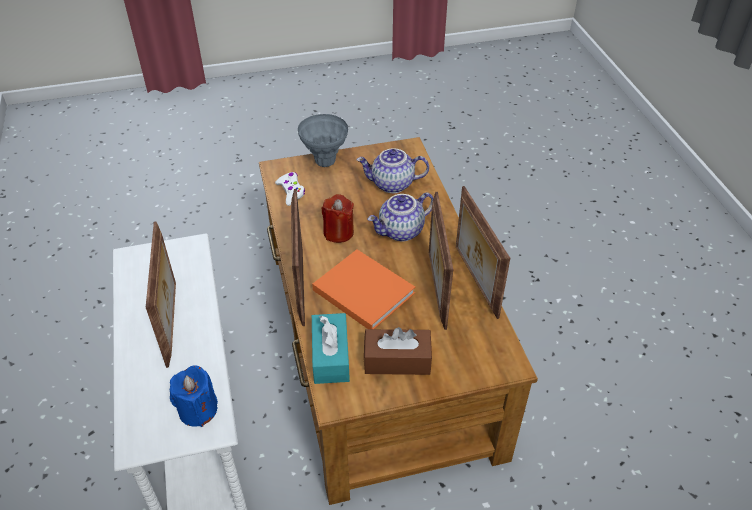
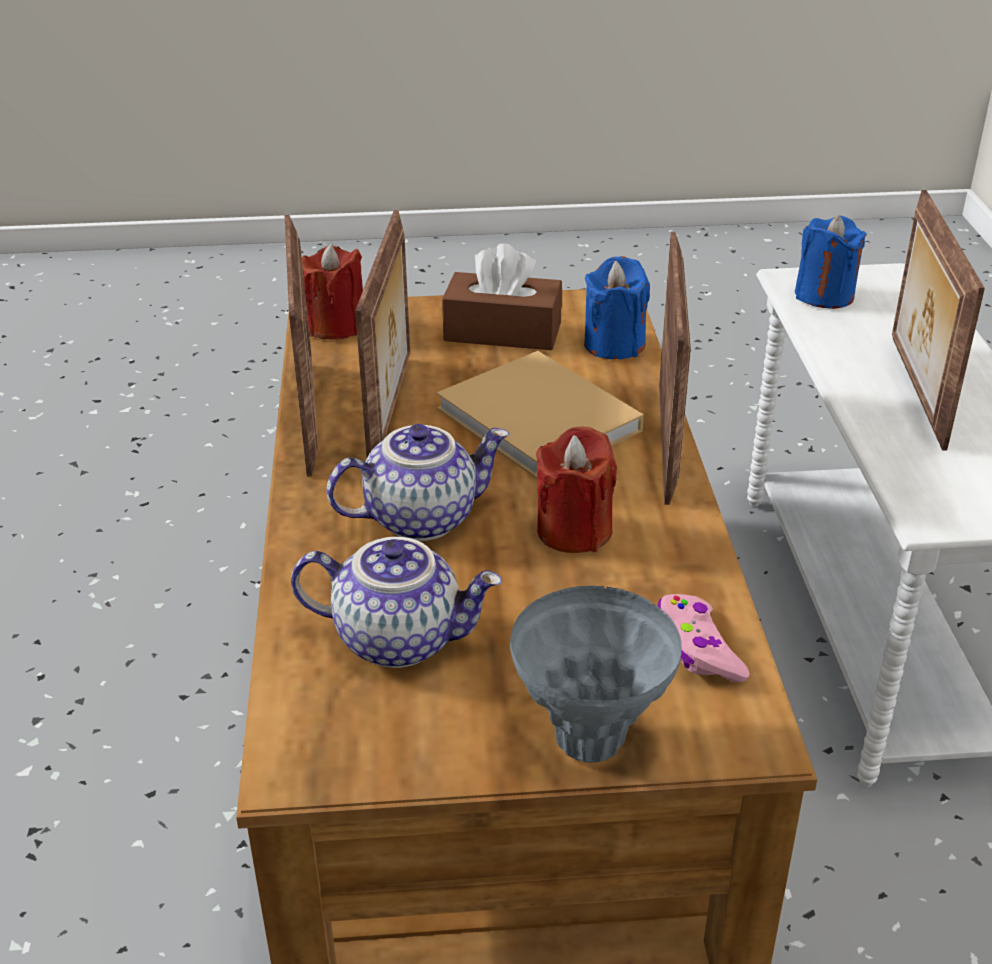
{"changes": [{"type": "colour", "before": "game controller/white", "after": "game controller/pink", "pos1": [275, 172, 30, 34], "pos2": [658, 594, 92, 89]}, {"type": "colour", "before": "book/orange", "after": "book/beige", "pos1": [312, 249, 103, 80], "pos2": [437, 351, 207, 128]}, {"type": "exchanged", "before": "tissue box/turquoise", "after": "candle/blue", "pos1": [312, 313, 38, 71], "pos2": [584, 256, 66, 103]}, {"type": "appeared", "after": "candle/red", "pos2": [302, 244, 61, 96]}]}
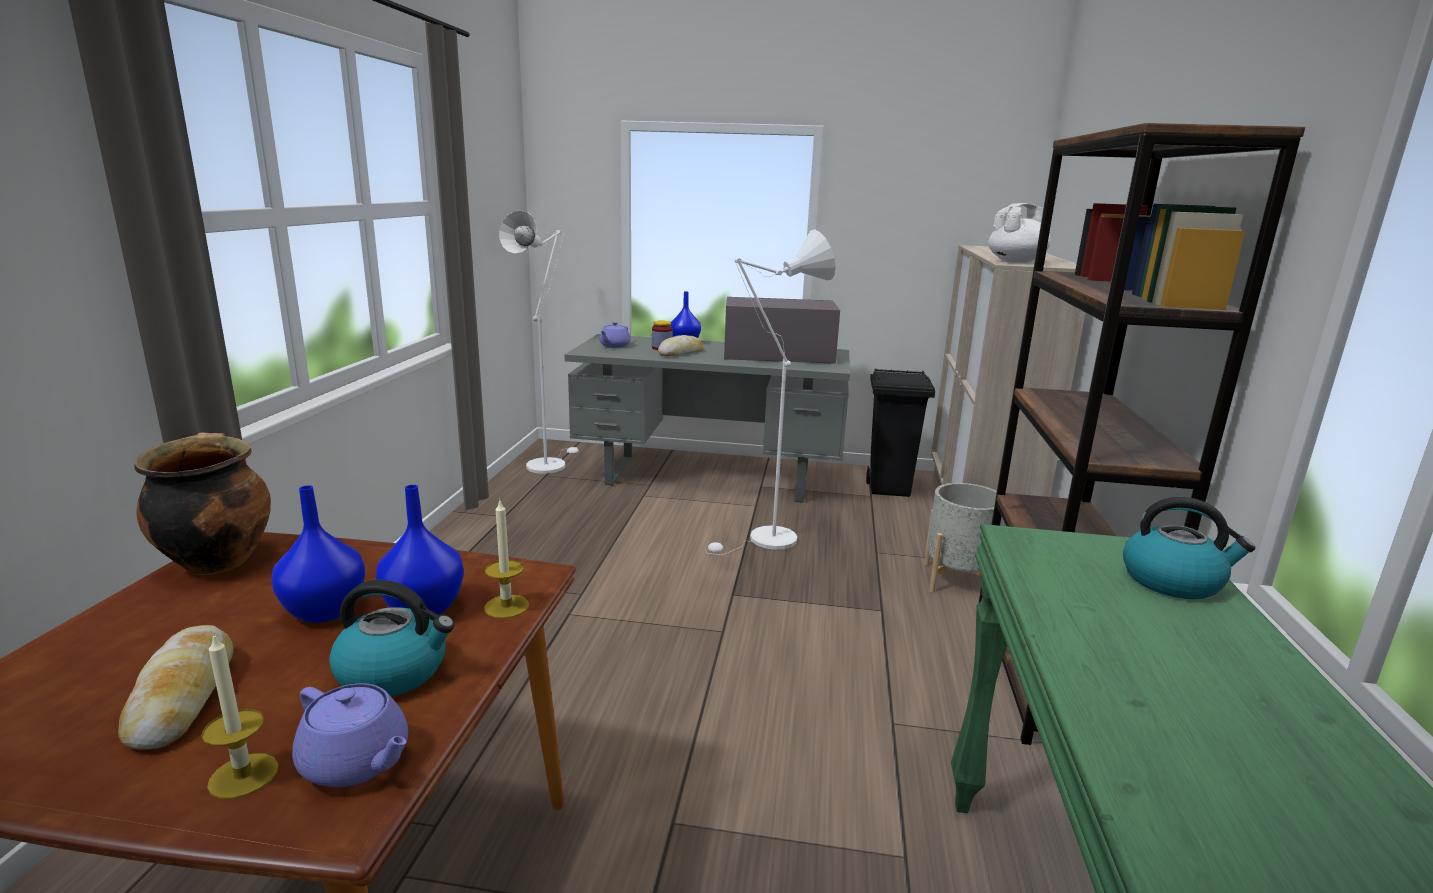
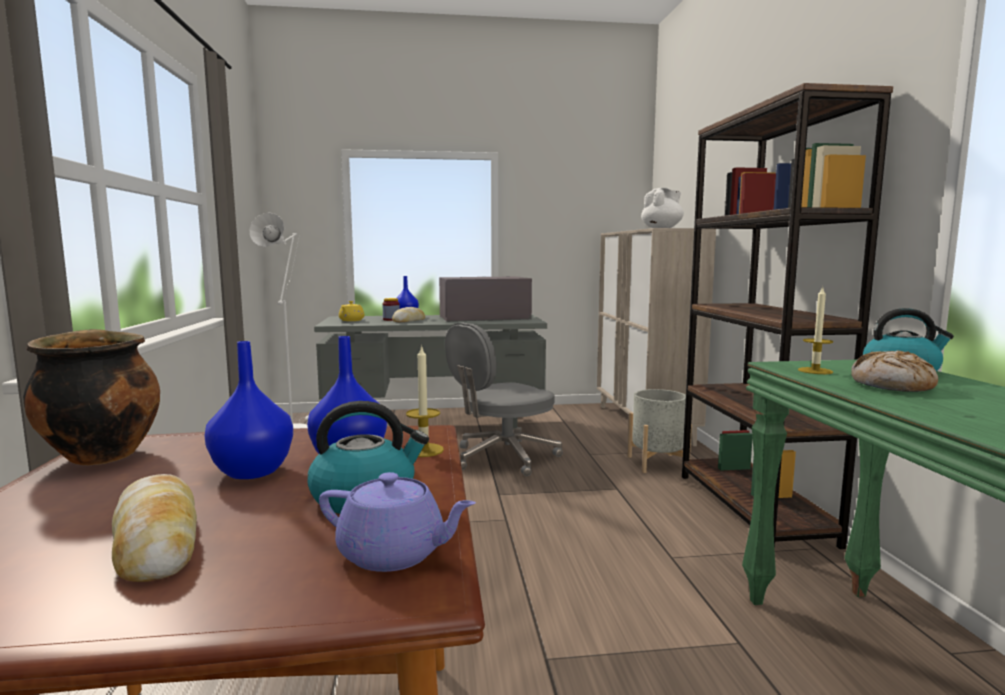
{"changes": [{"type": "exchanged", "before": "floor lamp/white", "after": "office chair/grey", "pos1": [705, 229, 131, 326], "pos2": [445, 322, 118, 154]}, {"type": "colour", "before": "teapot/purple", "after": "teapot/yellow", "pos1": [600, 322, 31, 26], "pos2": [339, 301, 26, 20]}, {"type": "missing", "before": "trash can/black", "pos1": [866, 368, 69, 129]}, {"type": "relocated", "before": "candle", "pos1": [201, 633, 77, 166], "pos2": [798, 286, 35, 88]}, {"type": "appeared", "after": "bread", "pos2": [851, 350, 87, 42]}]}
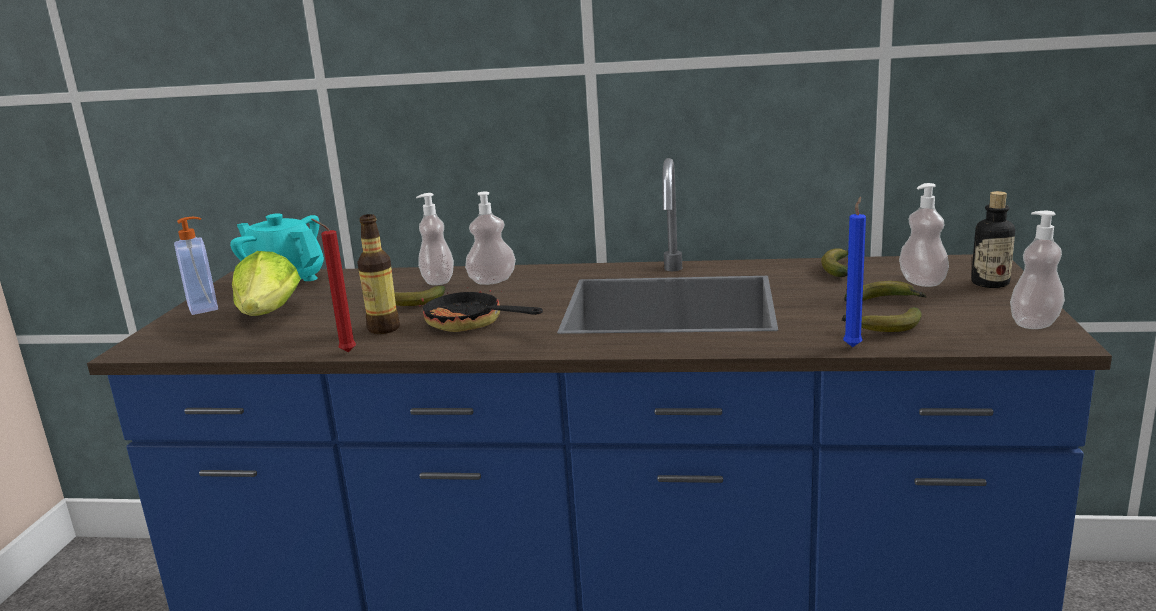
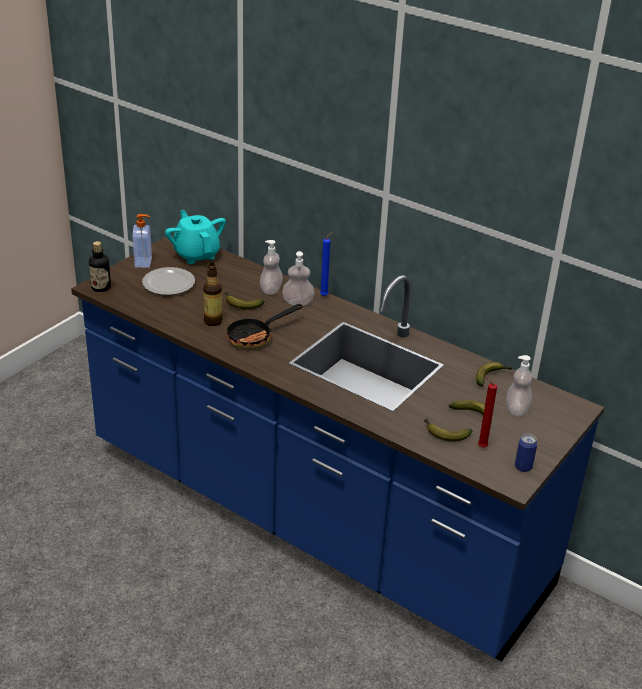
{"changes": [{"type": "relocated", "before": "bottle", "pos1": [971, 191, 44, 97], "pos2": [89, 241, 22, 51]}, {"type": "relocated", "before": "candle/blue", "pos1": [843, 197, 23, 150], "pos2": [320, 232, 13, 64]}, {"type": "exchanged", "before": "soap dispenser", "after": "can", "pos1": [1010, 211, 55, 118], "pos2": [515, 434, 23, 38]}, {"type": "relocated", "before": "candle/red", "pos1": [311, 219, 45, 133], "pos2": [478, 376, 19, 71]}, {"type": "exchanged", "before": "lettuce", "after": "plate", "pos1": [232, 251, 69, 65], "pos2": [142, 267, 53, 28]}, {"type": "spun", "before": "frying pan", "pos1": [419, 287, 124, 45], "pos2": [227, 304, 76, 45], "turn": -105}]}
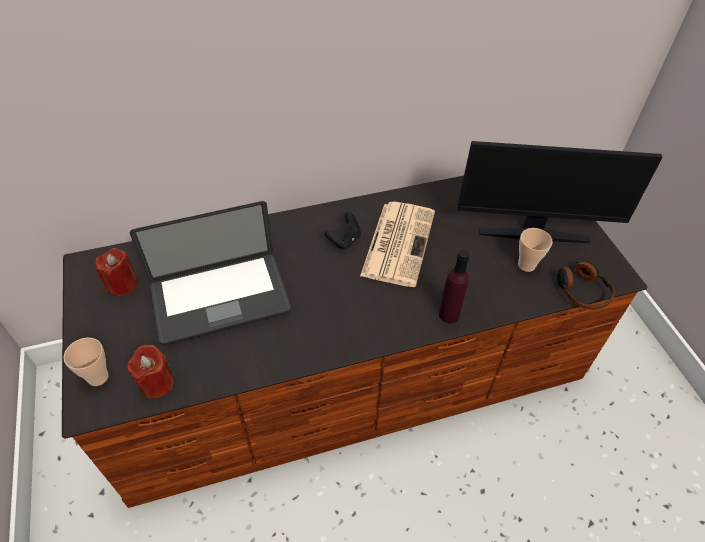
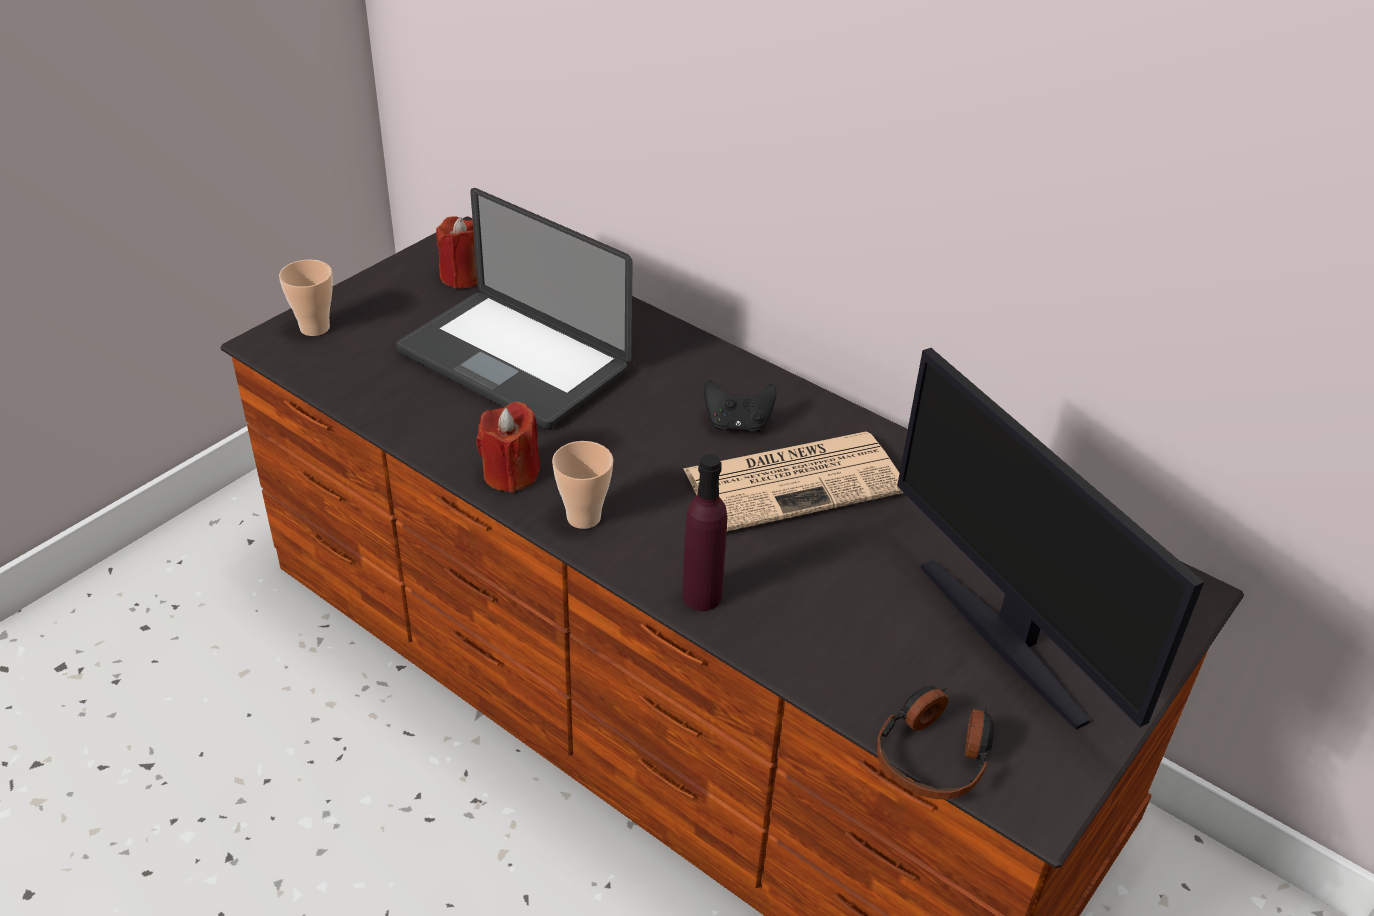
{"changes": [{"type": "relocated", "before": "cup", "pos1": [518, 228, 35, 44], "pos2": [552, 441, 61, 88]}, {"type": "relocated", "before": "candle/red", "pos1": [127, 345, 47, 53], "pos2": [476, 402, 64, 91]}]}
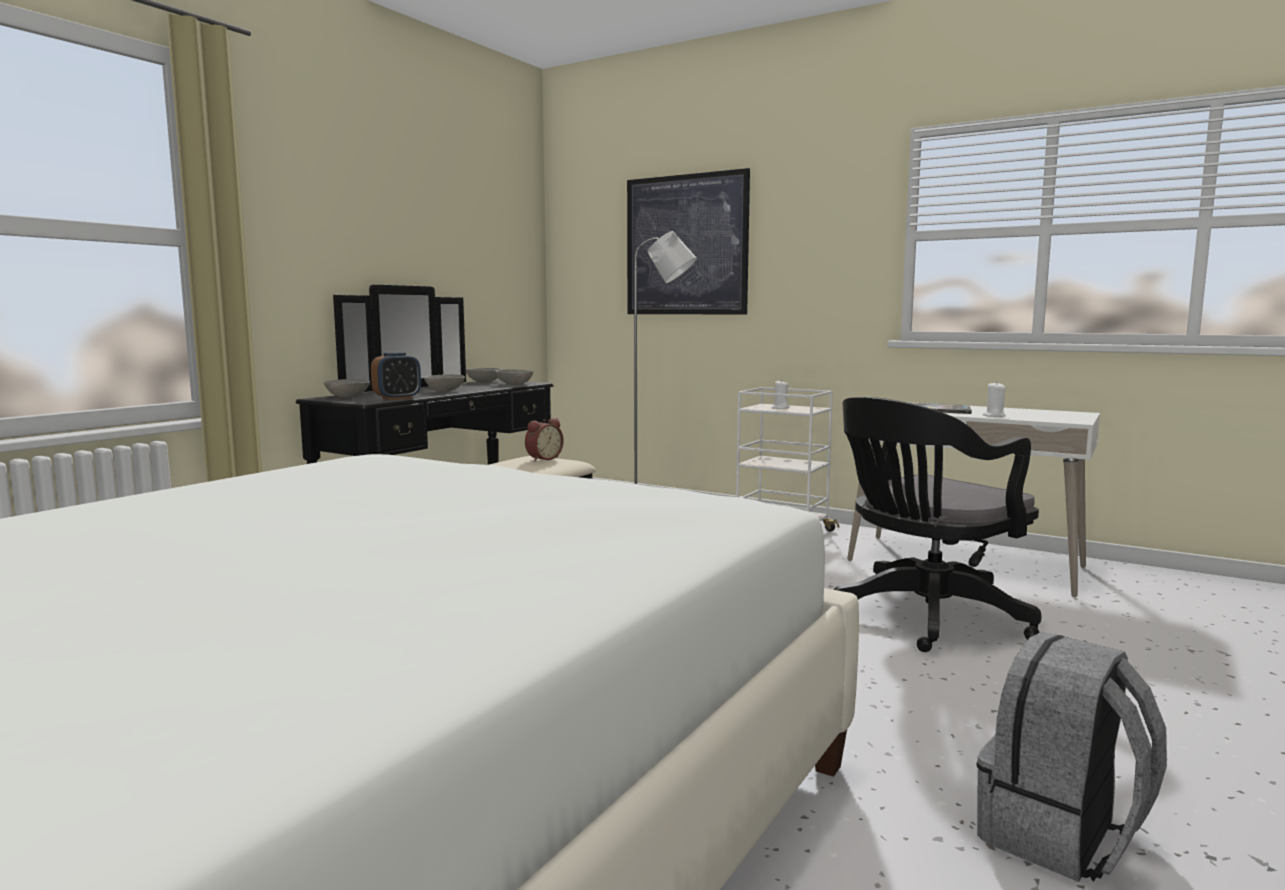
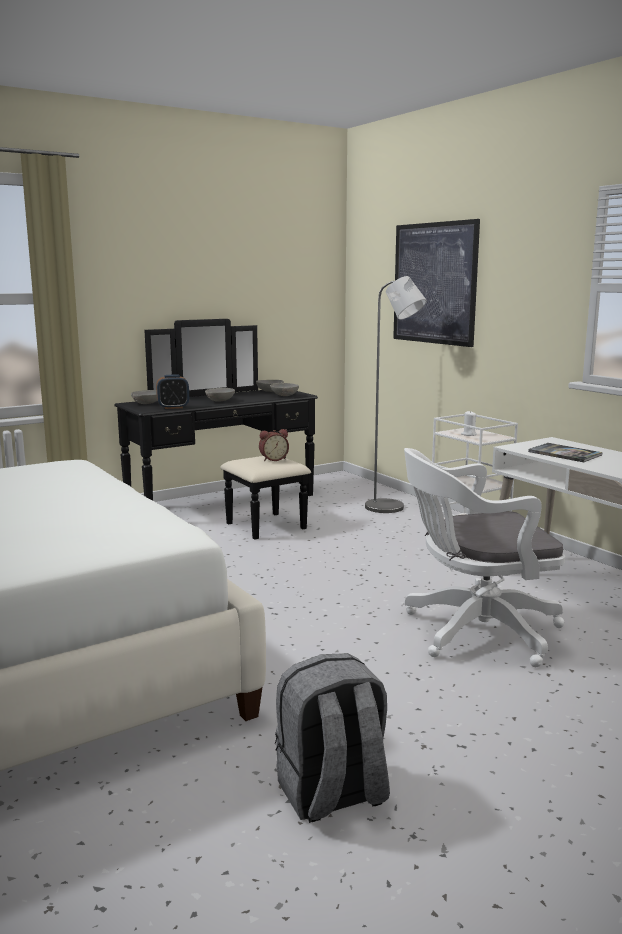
{"changes": [{"type": "missing", "before": "candle/white", "pos1": [983, 382, 23, 35]}, {"type": "colour", "before": "office chair/black", "after": "office chair/white", "pos1": [834, 397, 207, 255], "pos2": [404, 448, 161, 219]}]}
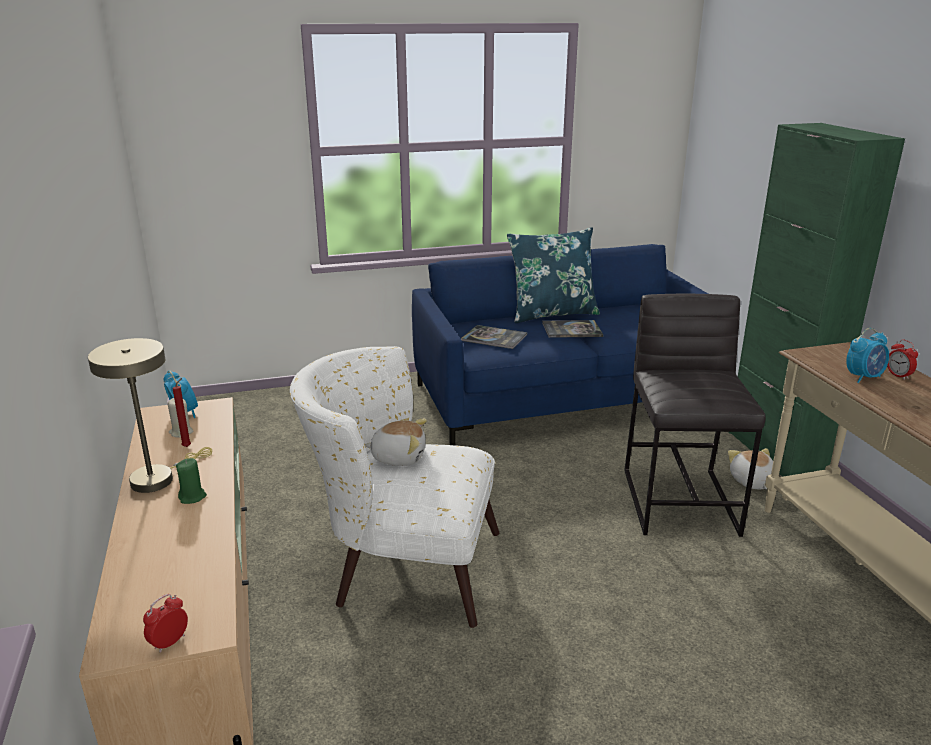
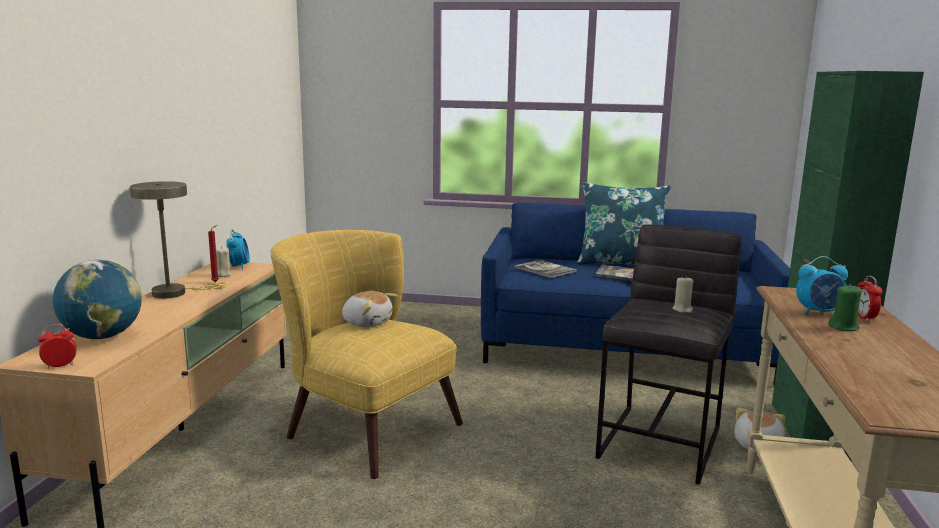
{"changes": [{"type": "colour", "before": "armchair/white", "after": "armchair/yellow", "pos1": [290, 346, 209, 282], "pos2": [270, 230, 193, 249]}, {"type": "relocated", "before": "candle/green", "pos1": [176, 458, 31, 46], "pos2": [828, 284, 34, 47]}, {"type": "appeared", "after": "globe", "pos2": [53, 260, 89, 79]}, {"type": "appeared", "after": "candle/beige", "pos2": [672, 276, 21, 37]}]}
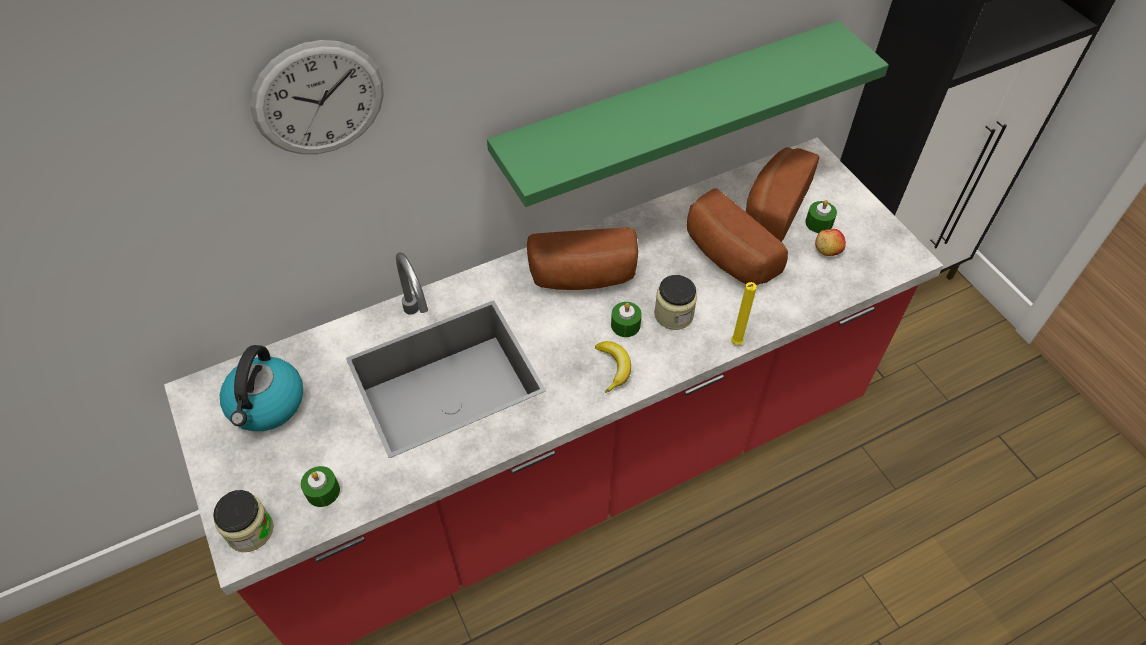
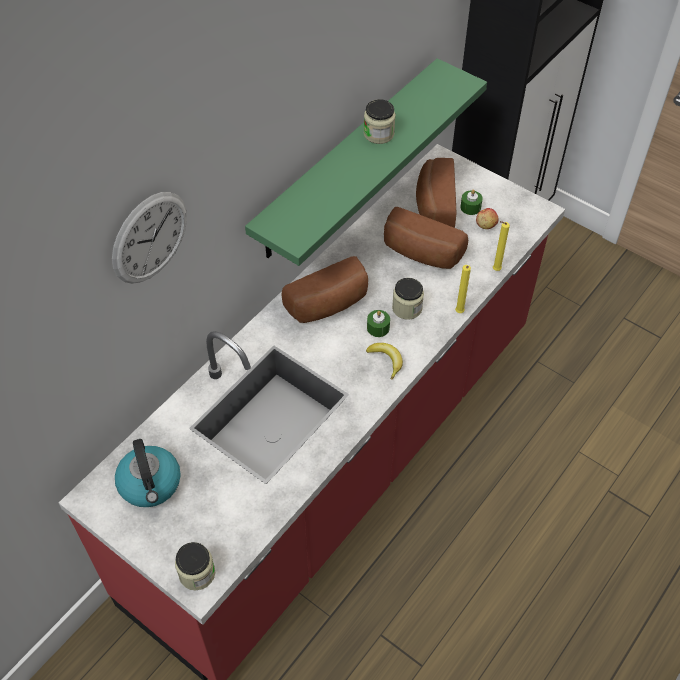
{"changes": [{"type": "missing", "before": "candle/green", "pos1": [301, 466, 39, 41]}, {"type": "appeared", "after": "jar", "pos2": [364, 99, 32, 45]}, {"type": "appeared", "after": "candle/yellow", "pos2": [493, 221, 17, 50]}]}
